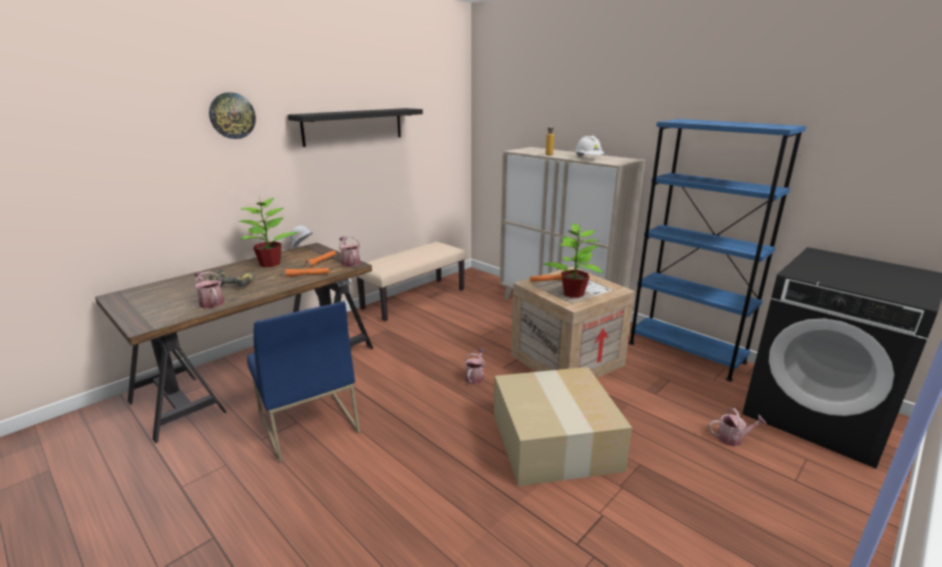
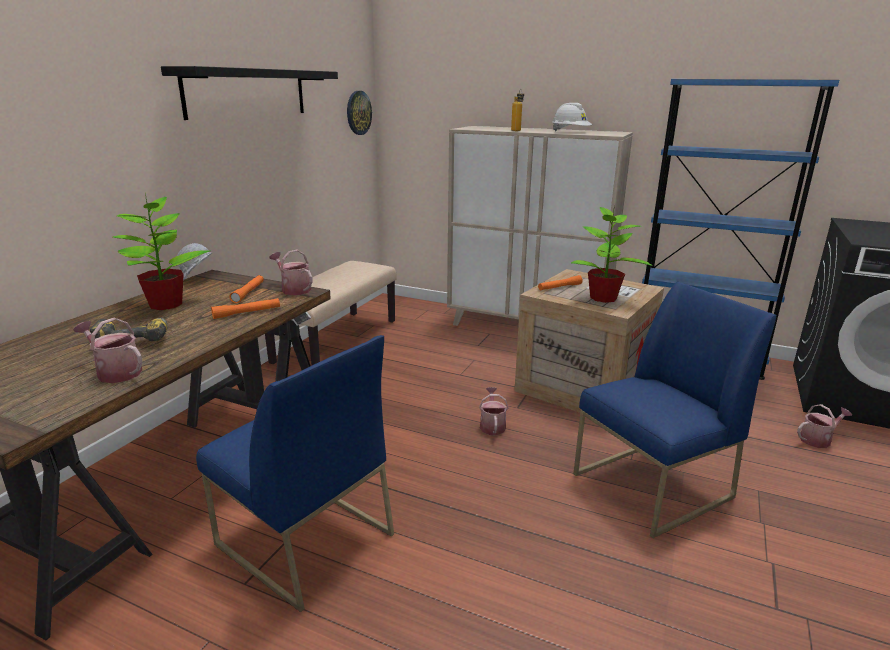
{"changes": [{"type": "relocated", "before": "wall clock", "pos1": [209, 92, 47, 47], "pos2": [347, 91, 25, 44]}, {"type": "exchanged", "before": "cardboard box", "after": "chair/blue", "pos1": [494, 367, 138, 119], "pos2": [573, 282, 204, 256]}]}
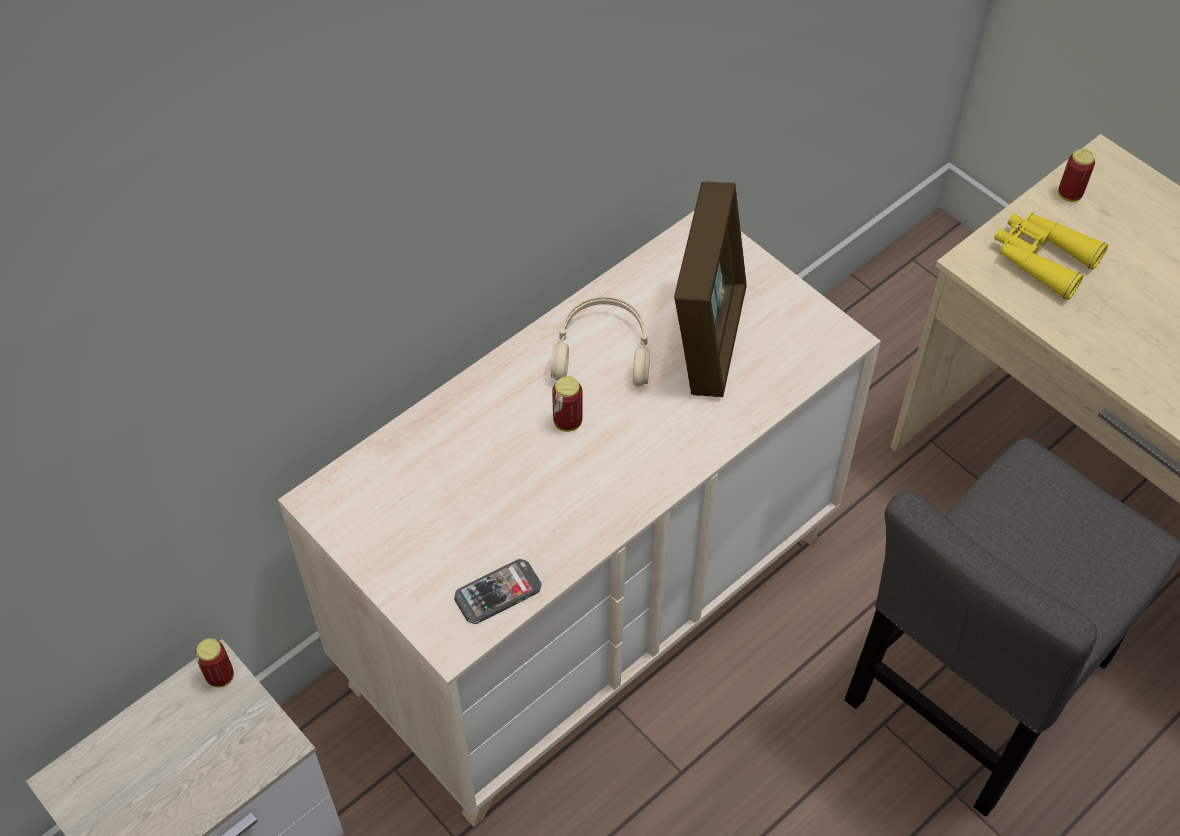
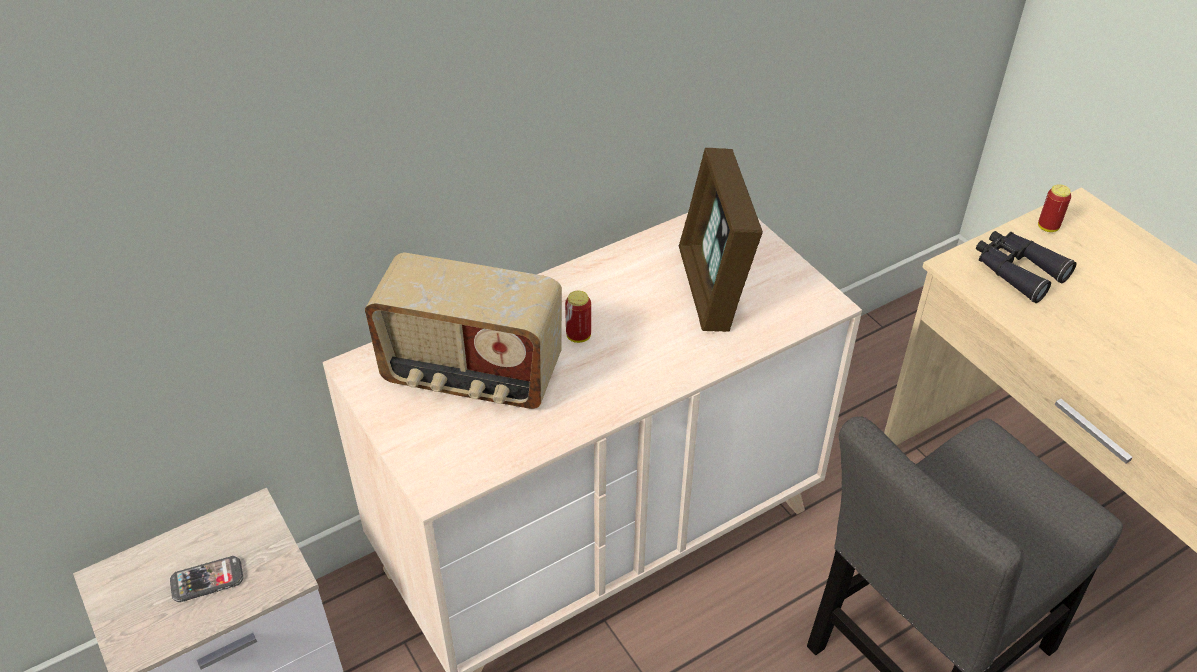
{"changes": [{"type": "spun", "before": "picture frame", "pos1": [674, 182, 73, 215], "pos2": [679, 148, 84, 184], "turn": 150}, {"type": "colour", "before": "binoculars/yellow", "after": "binoculars/black", "pos1": [994, 212, 114, 88], "pos2": [976, 231, 101, 72]}, {"type": "missing", "before": "headphones/beige", "pos1": [551, 296, 99, 90]}, {"type": "relocated", "before": "phone", "pos1": [454, 559, 88, 65], "pos2": [170, 556, 73, 46]}, {"type": "missing", "before": "can", "pos1": [195, 638, 39, 49]}, {"type": "appeared", "after": "radio", "pos2": [365, 252, 197, 157]}]}
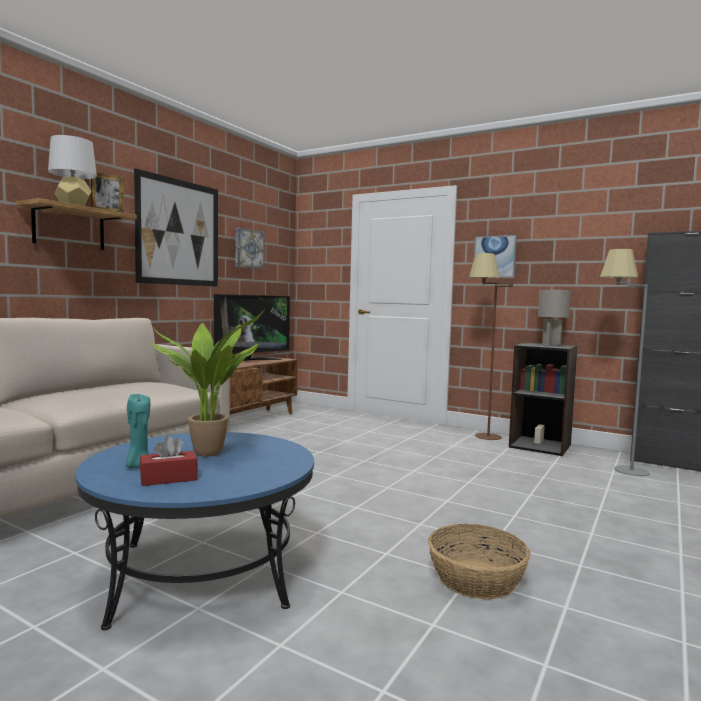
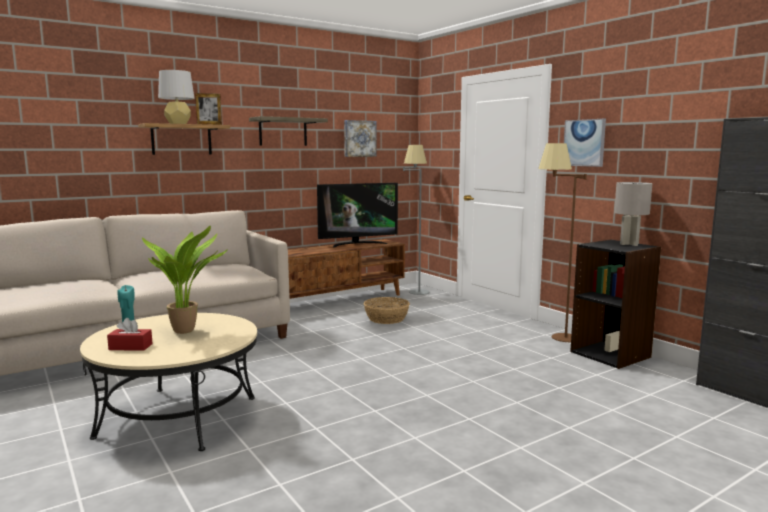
{"changes": [{"type": "exchanged", "before": "picture", "after": "shelf", "pos1": [134, 168, 84, 119], "pos2": [249, 116, 79, 30]}, {"type": "relocated", "before": "floor lamp/grey", "pos1": [600, 249, 50, 227], "pos2": [403, 145, 27, 150]}, {"type": "colour", "before": "coffee table/blue", "after": "coffee table/beige", "pos1": [75, 432, 239, 198], "pos2": [80, 313, 177, 138]}, {"type": "relocated", "before": "basket", "pos1": [428, 524, 103, 75], "pos2": [364, 297, 46, 27]}]}
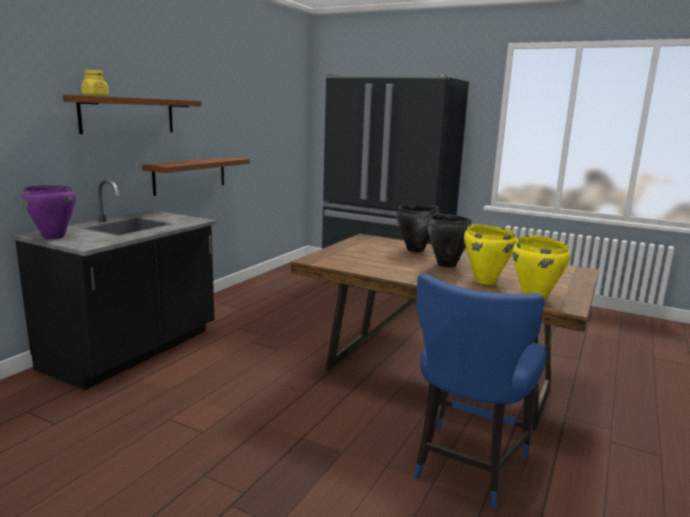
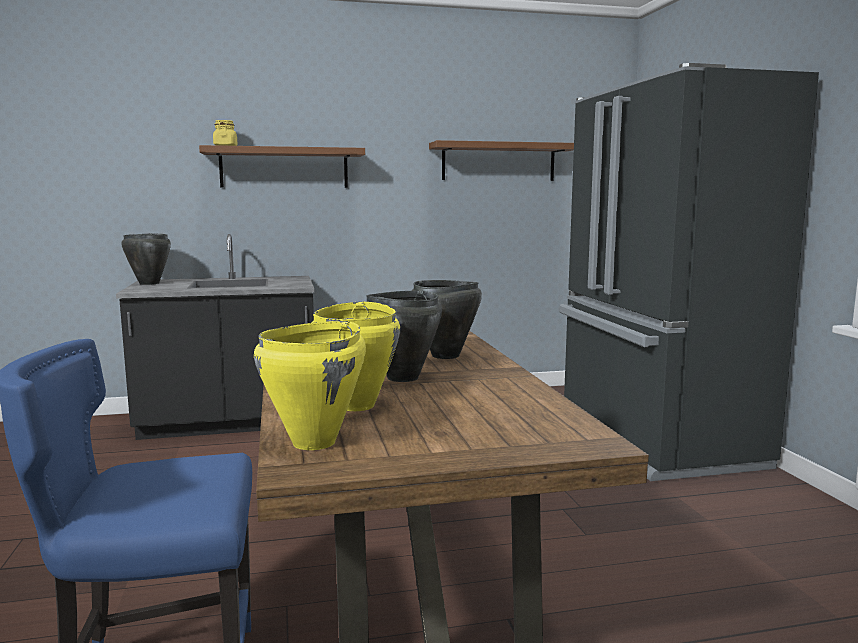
{"changes": [{"type": "relocated", "before": "shelf/brown", "pos1": [142, 157, 108, 39], "pos2": [429, 140, 145, 41]}, {"type": "colour", "before": "cooking pot/purple", "after": "cooking pot/black", "pos1": [22, 185, 54, 54], "pos2": [121, 233, 50, 52]}]}
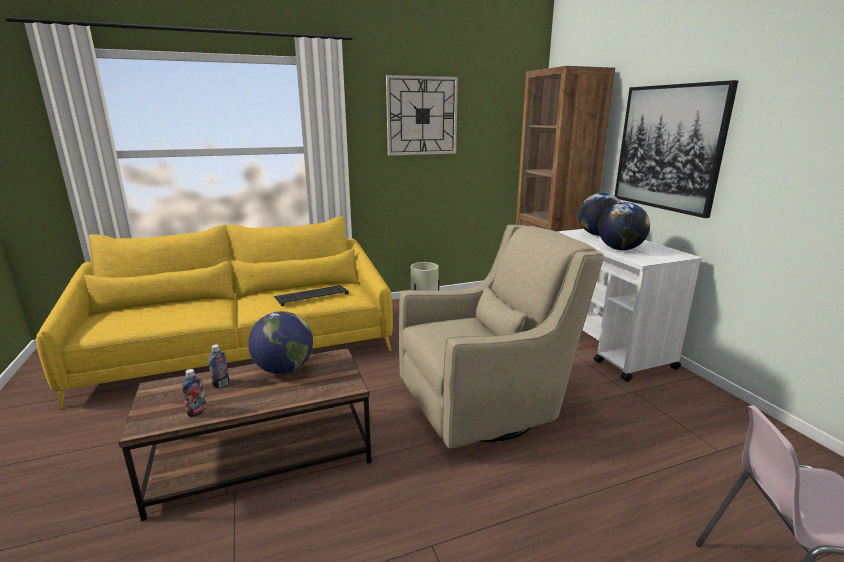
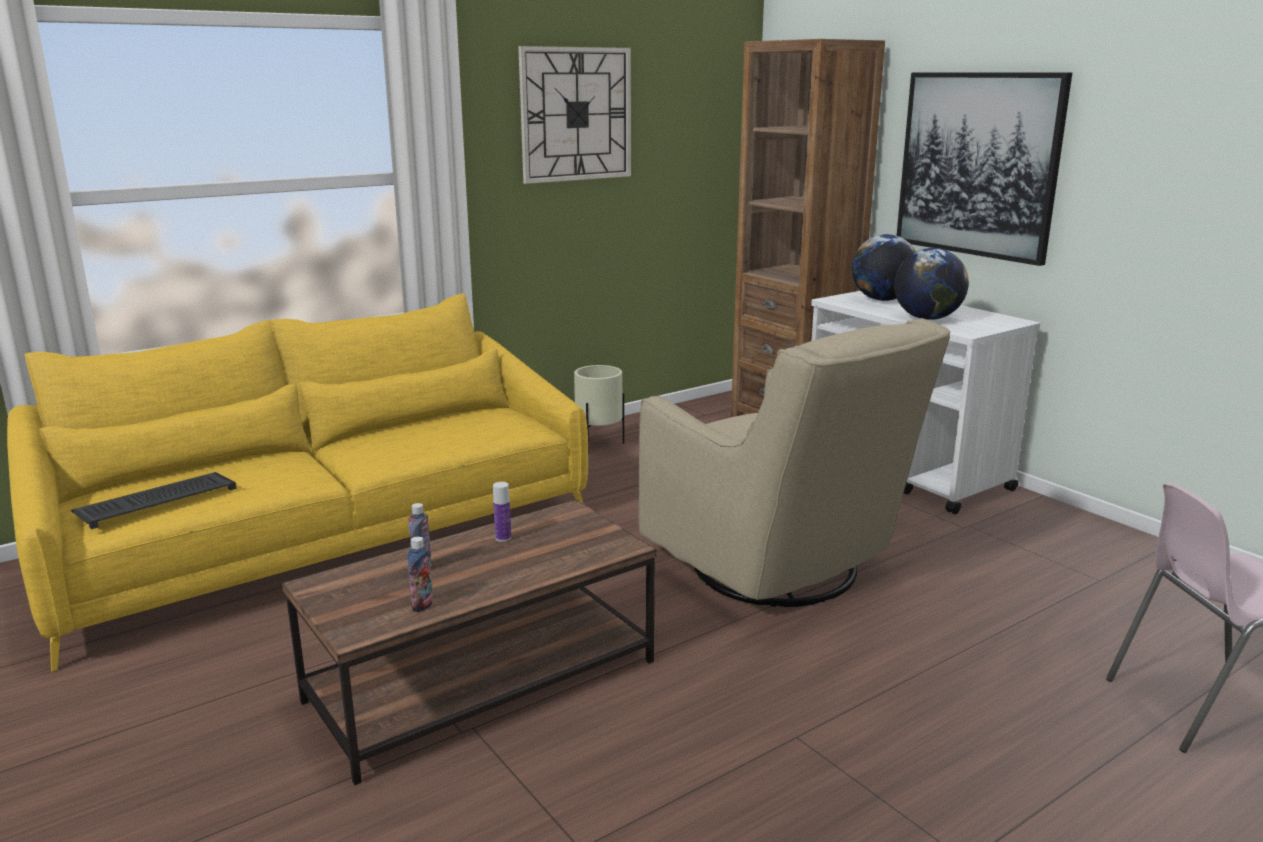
{"changes": [{"type": "spun", "before": "armchair/beige", "pos1": [399, 225, 205, 223], "pos2": [639, 318, 311, 289], "turn": 90}, {"type": "relocated", "before": "keyboard", "pos1": [274, 285, 75, 21], "pos2": [71, 472, 165, 57]}, {"type": "exchanged", "before": "globe", "after": "bottle", "pos1": [248, 311, 65, 63], "pos2": [493, 482, 18, 60]}]}
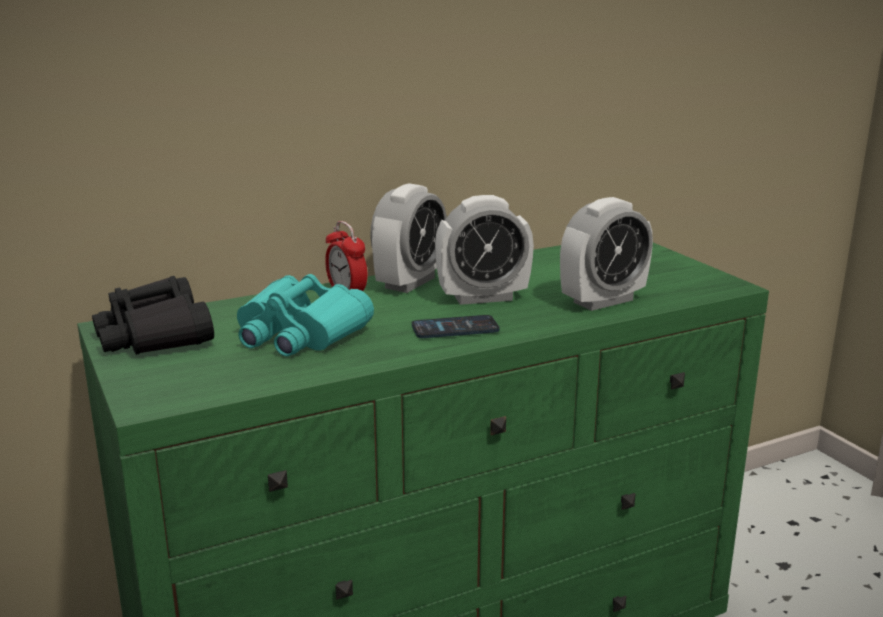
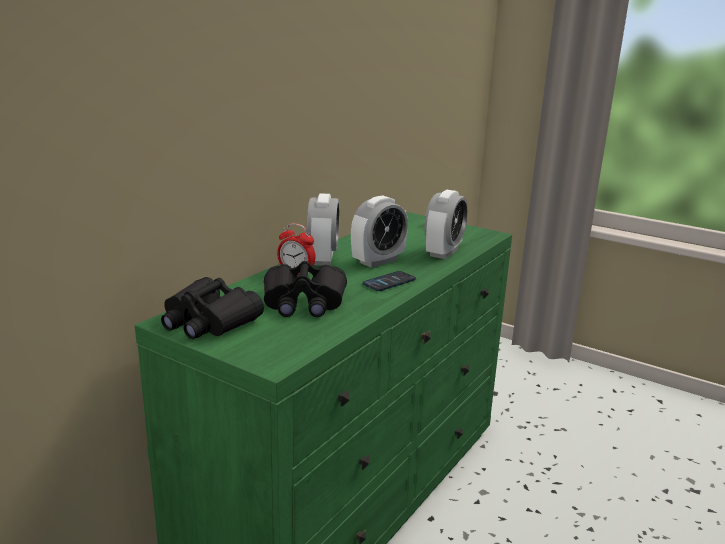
{"changes": [{"type": "colour", "before": "binoculars/turquoise", "after": "binoculars/black", "pos1": [237, 274, 137, 82], "pos2": [264, 261, 83, 56]}]}
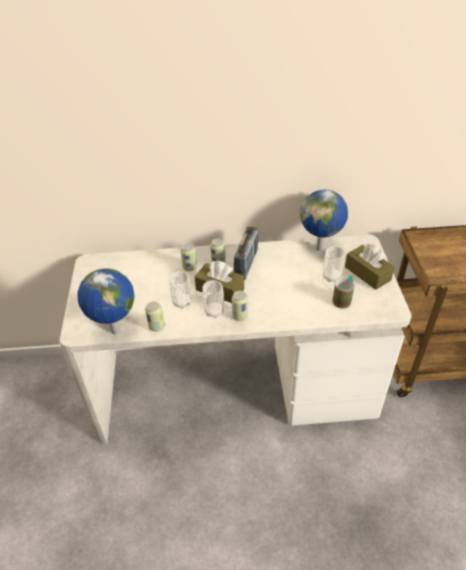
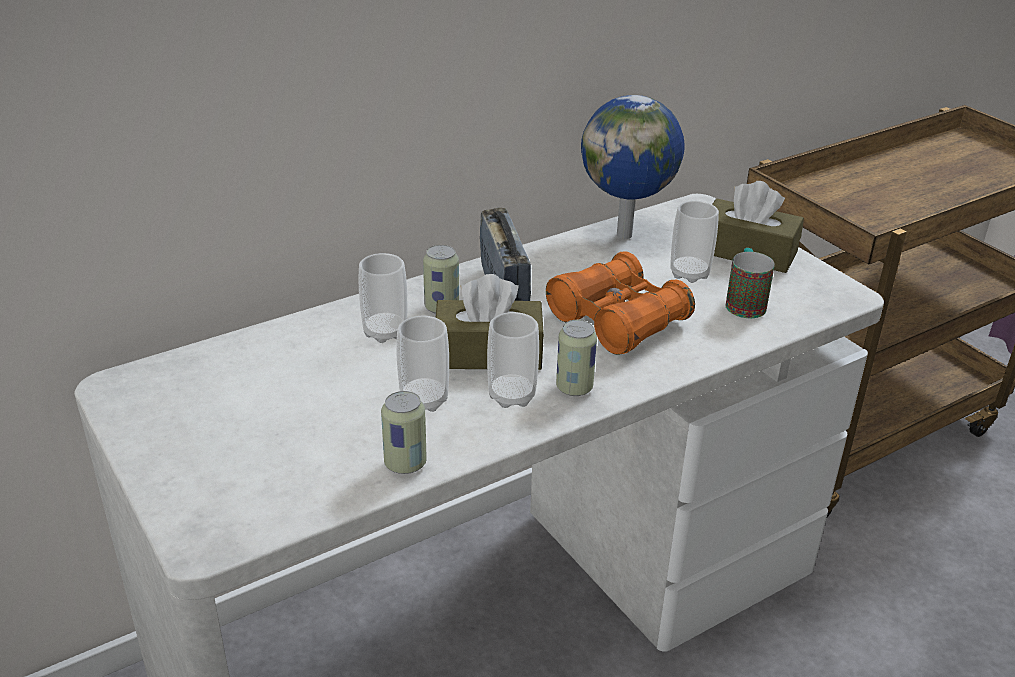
{"changes": [{"type": "exchanged", "before": "can", "after": "cup", "pos1": [181, 243, 16, 28], "pos2": [359, 253, 48, 90]}, {"type": "missing", "before": "globe", "pos1": [77, 268, 57, 67]}, {"type": "appeared", "after": "binoculars/orange", "pos2": [546, 251, 149, 104]}]}
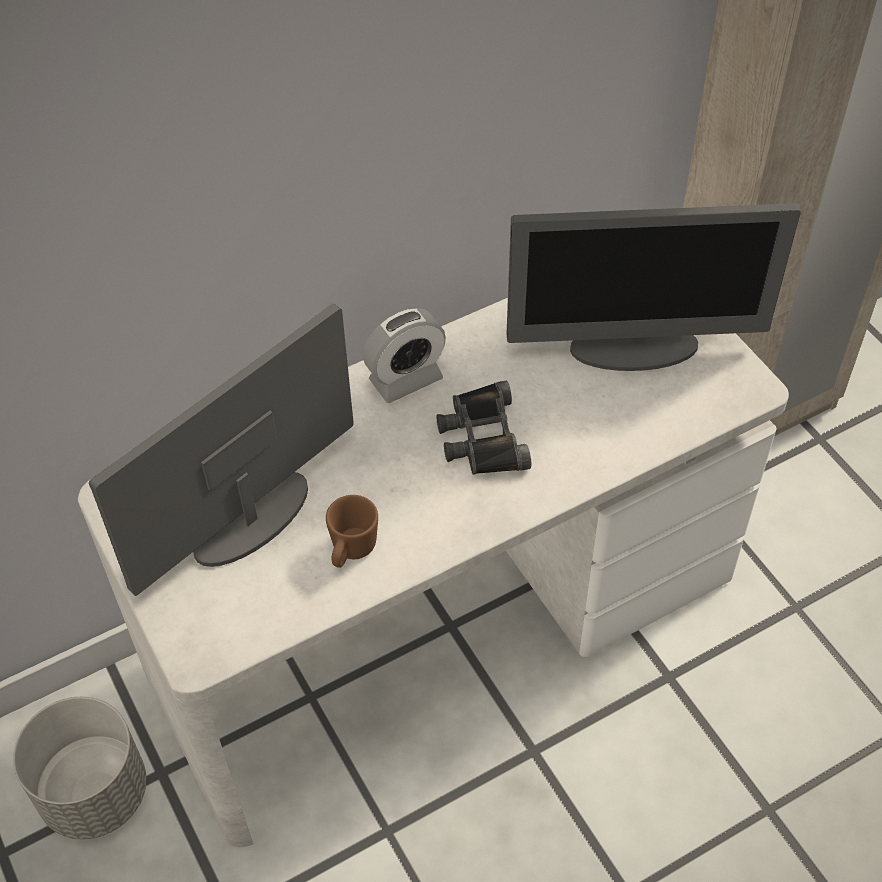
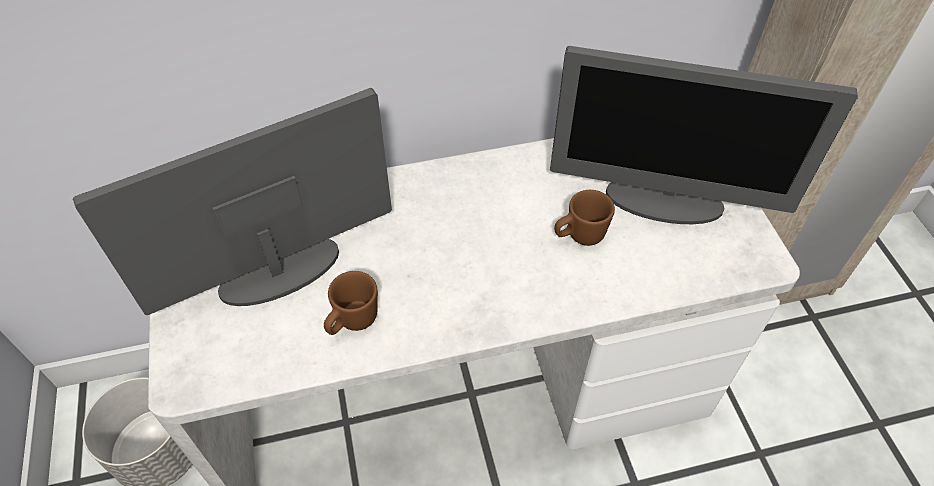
{"changes": [{"type": "missing", "before": "alarm clock", "pos1": [363, 308, 83, 95]}, {"type": "missing", "before": "binoculars/black", "pos1": [436, 381, 95, 94]}, {"type": "appeared", "after": "mug/brown", "pos2": [554, 190, 61, 56]}]}
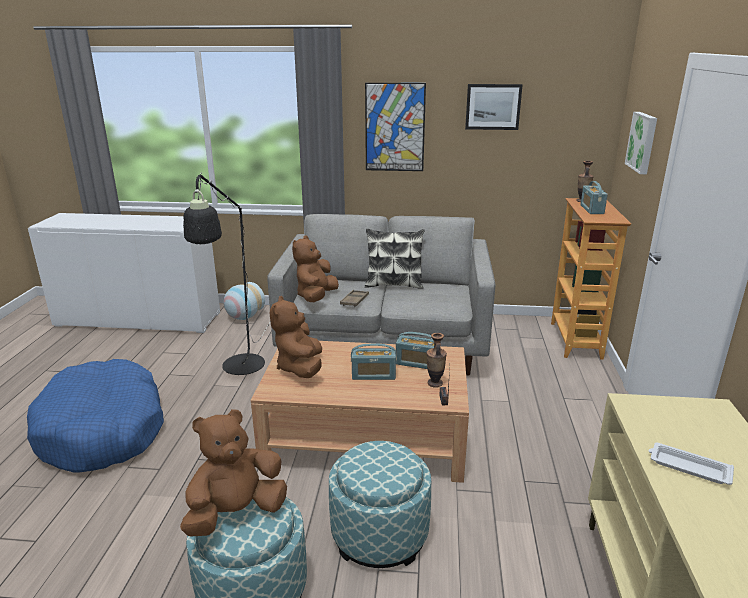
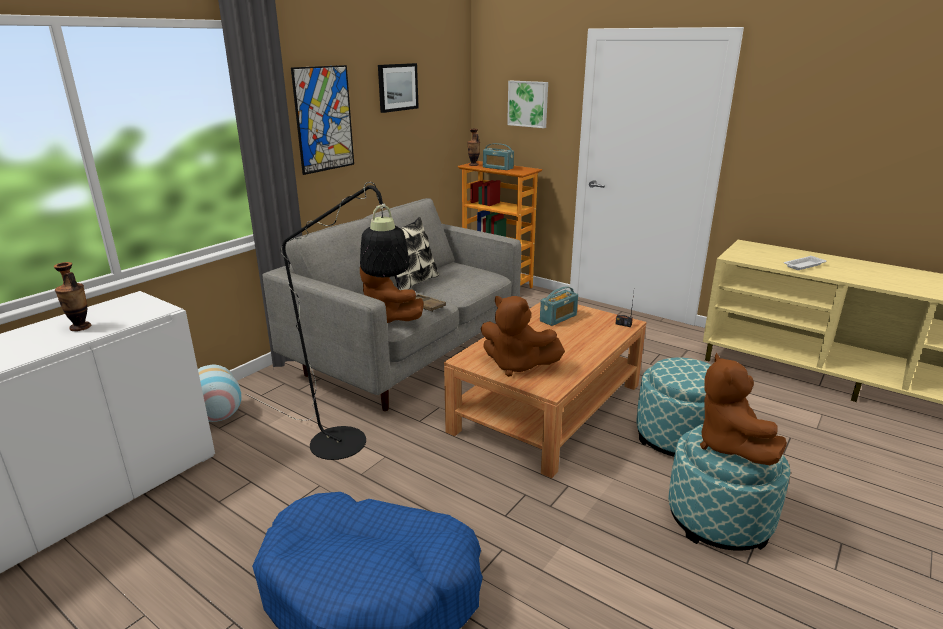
{"changes": [{"type": "relocated", "before": "vase", "pos1": [427, 333, 20, 55], "pos2": [54, 262, 37, 69]}, {"type": "missing", "before": "radio", "pos1": [351, 344, 46, 36]}]}
